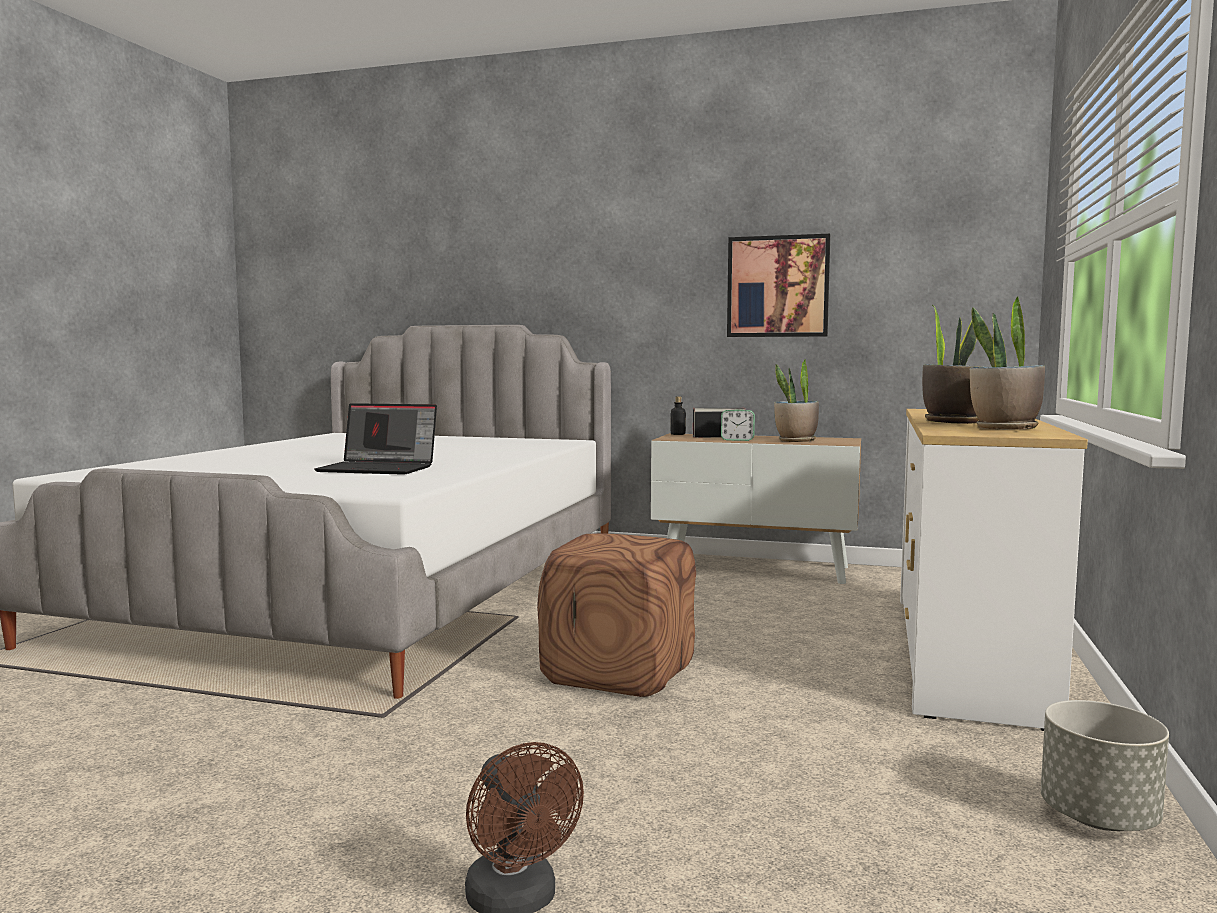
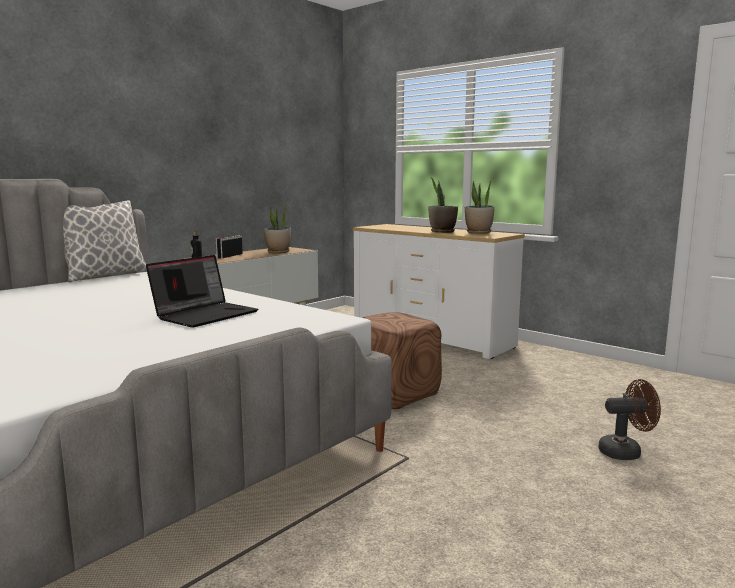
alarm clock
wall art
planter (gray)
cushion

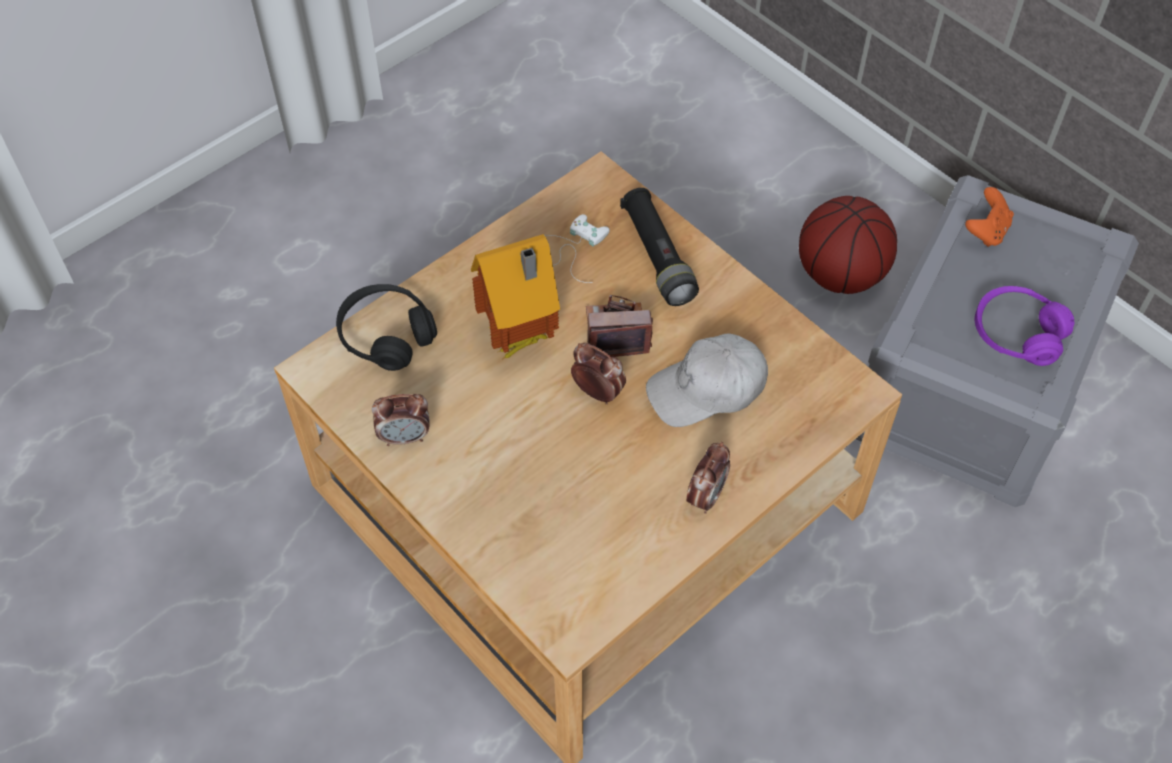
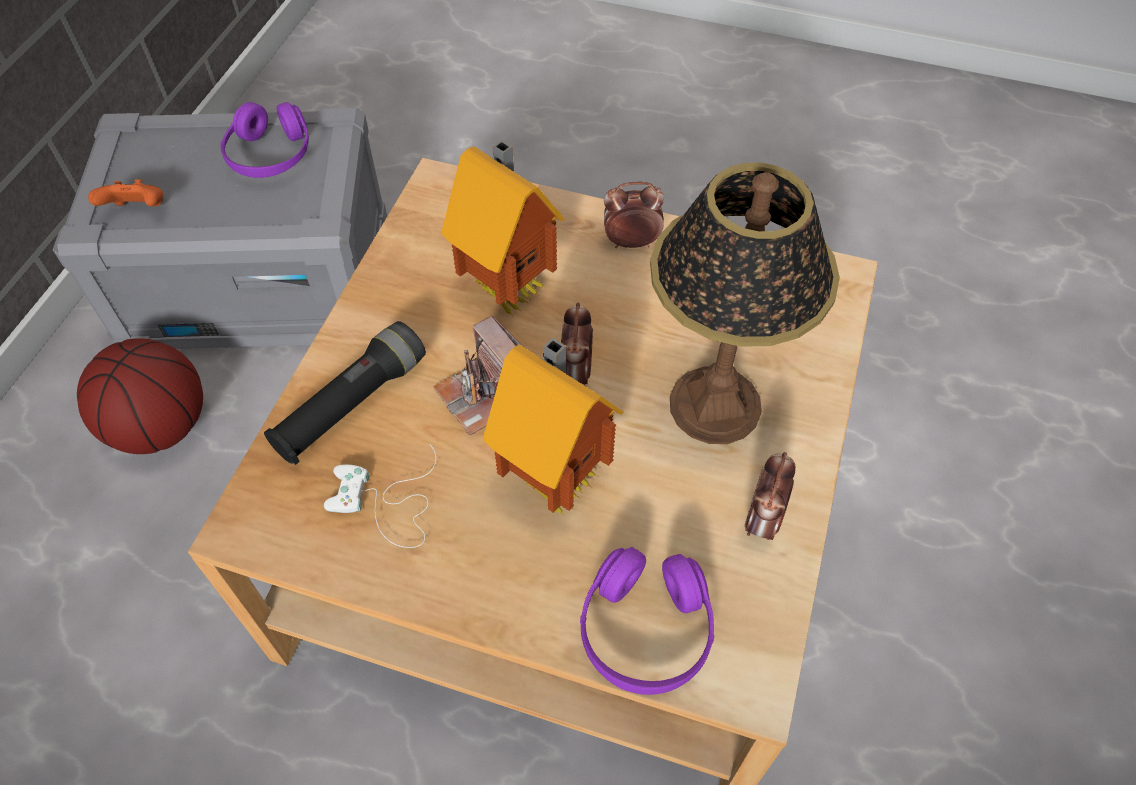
pair of headphones (purple) (no. 2 from left)
alarm clock (no. 3 from left)
toy house (no. 1 from left)
table lamp

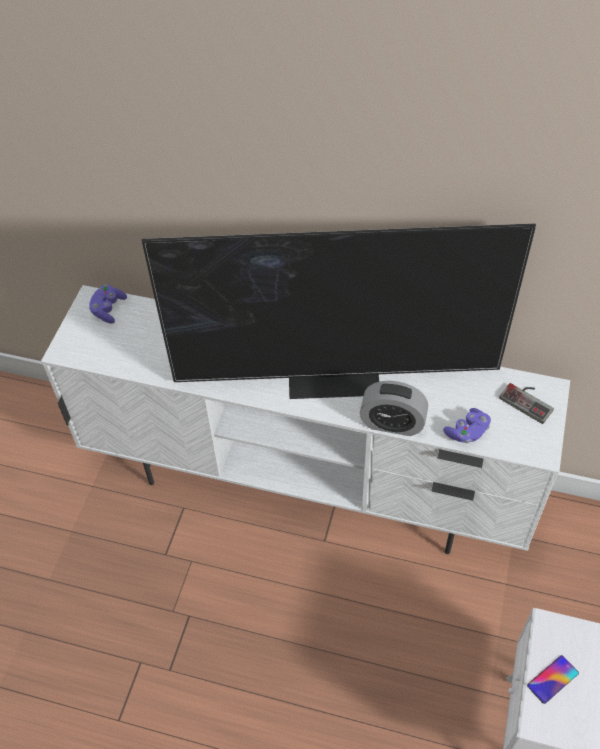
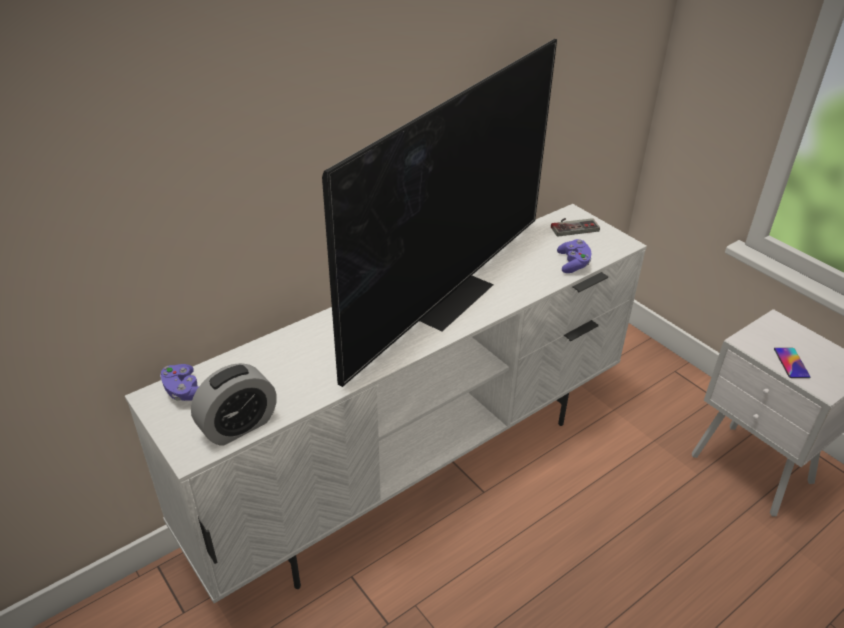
alarm clock

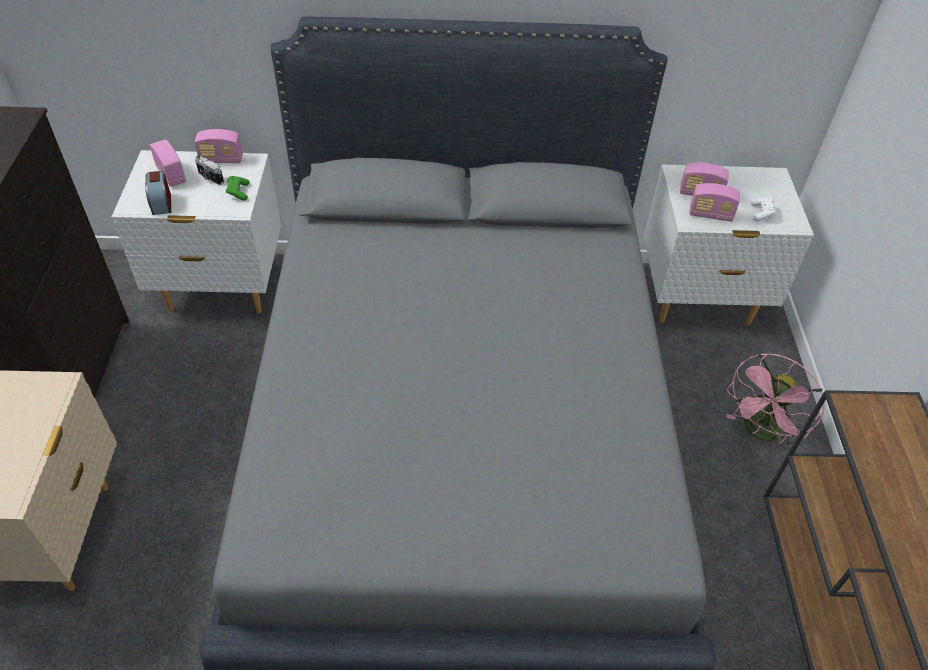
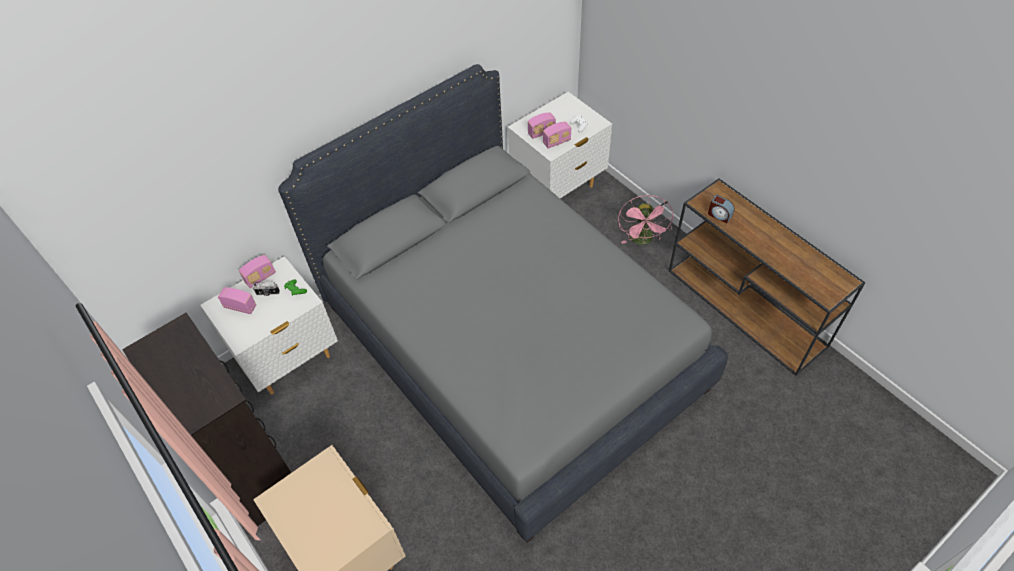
alarm clock

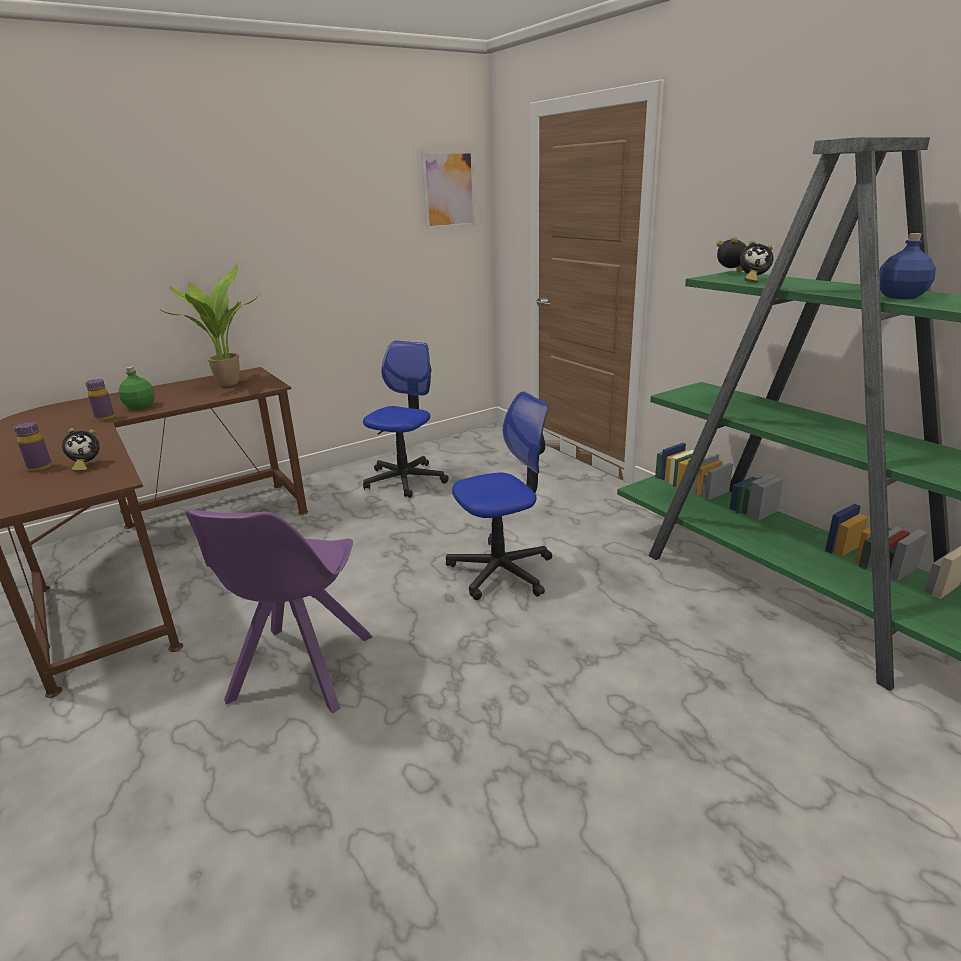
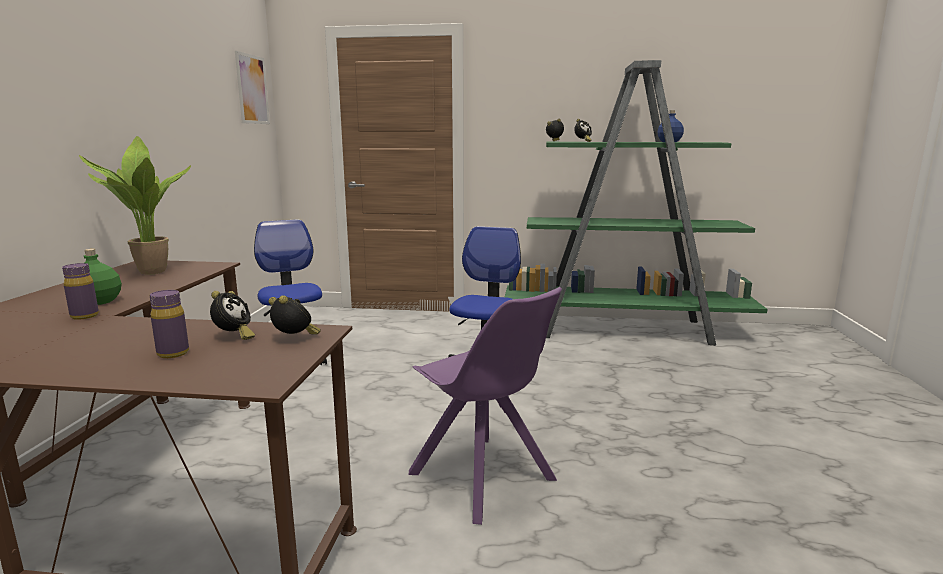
alarm clock (no. 2 from left)

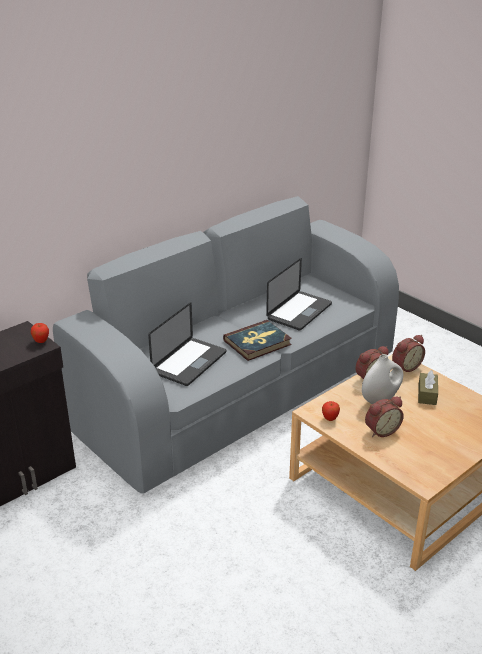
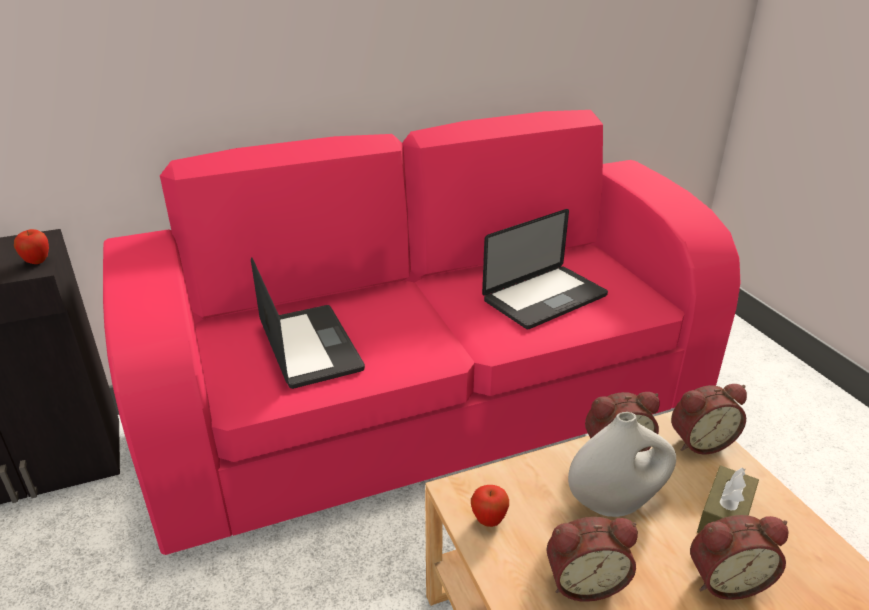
couch (pink-coloured)
portable computer (no. 1 from left)
volume
alarm clock (no. 4 from left)

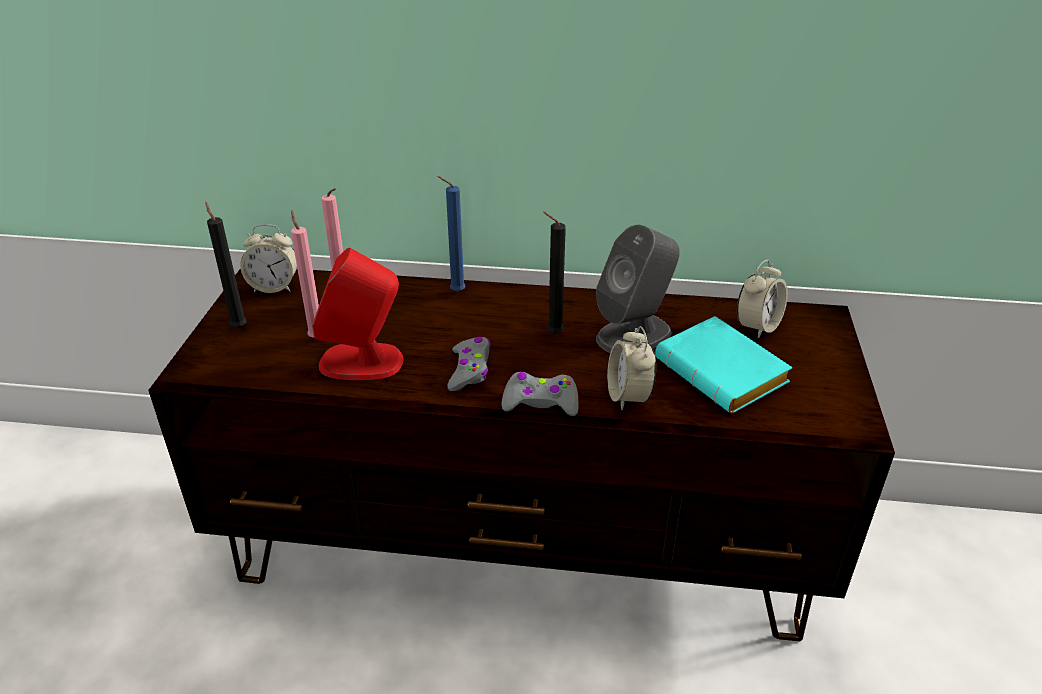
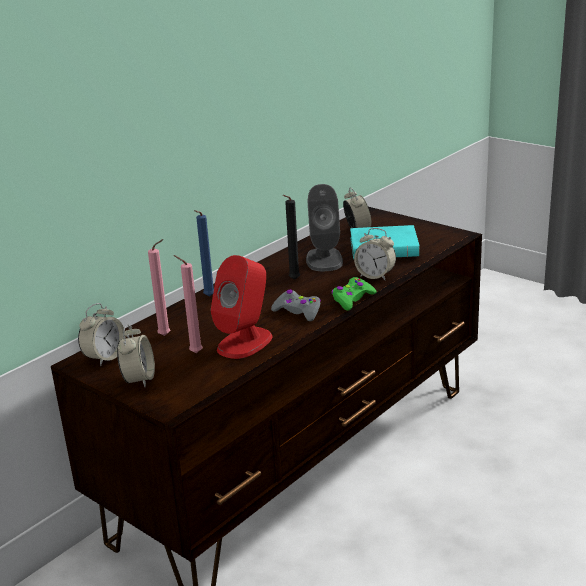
alarm clock (no. 2 from left)
joypad (green)

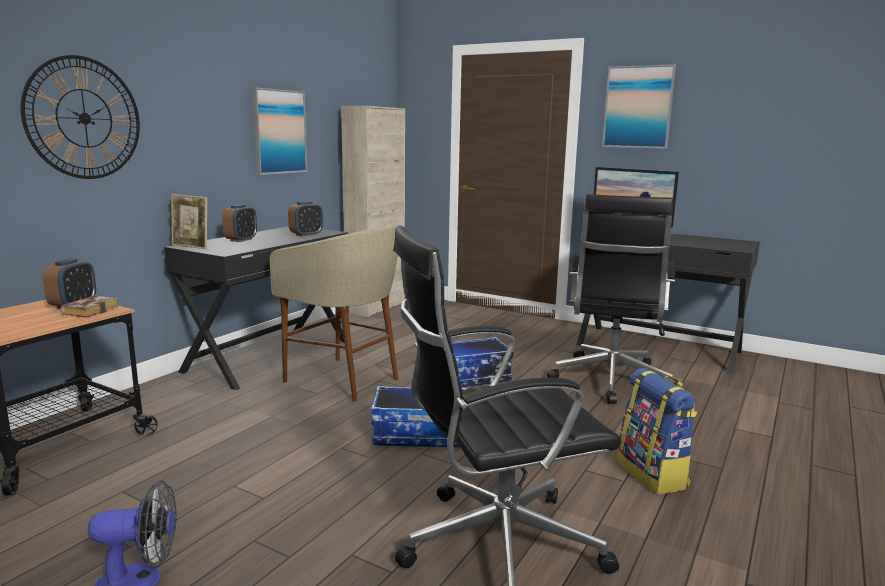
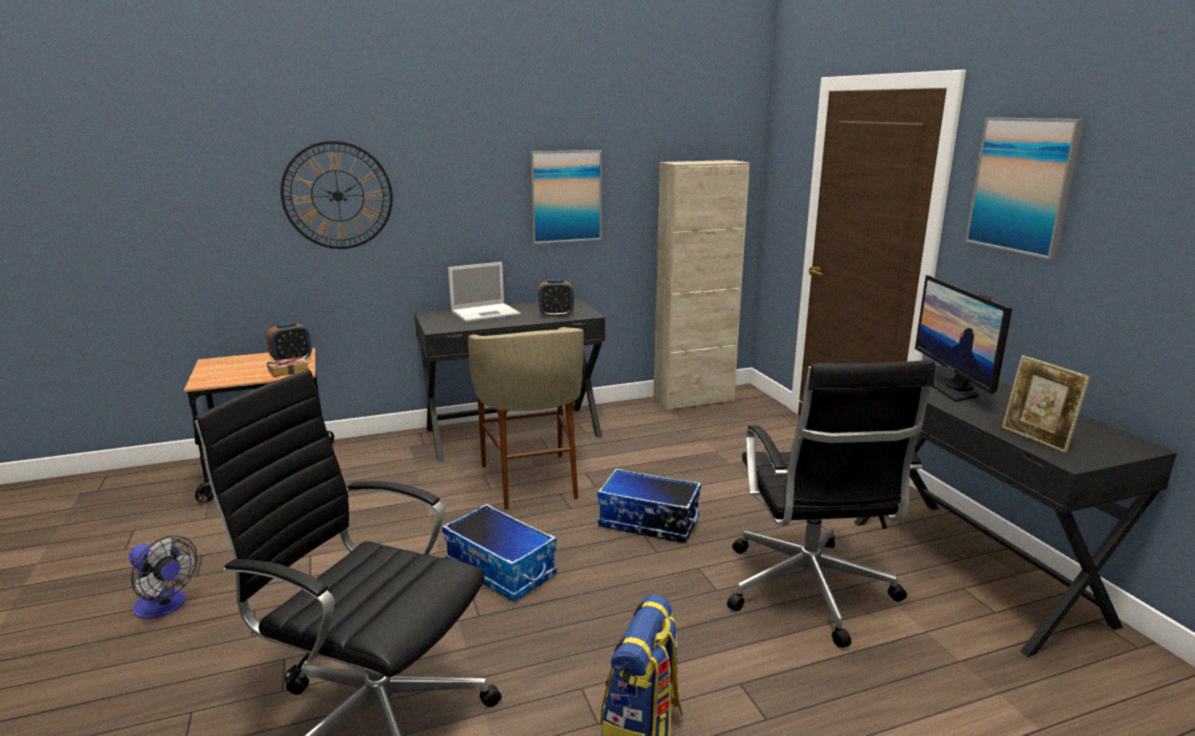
standing frame
portable computer
computer chair (blackish) (no. 2 from left)

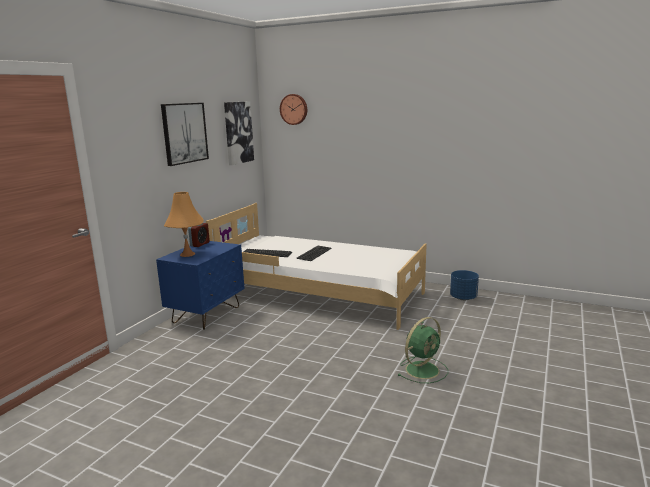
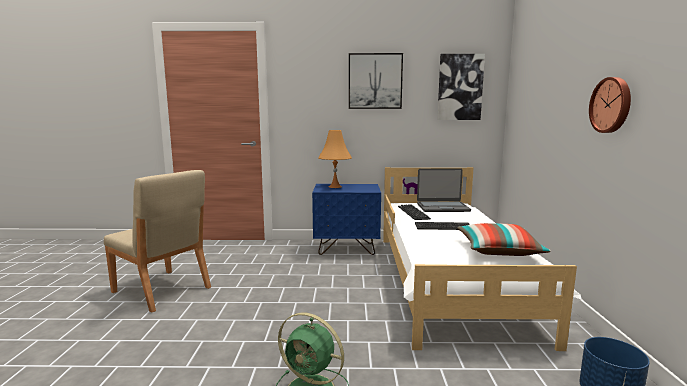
alarm clock
hanging clock
plain chair (beige-coloured)
portable computer
cushion

